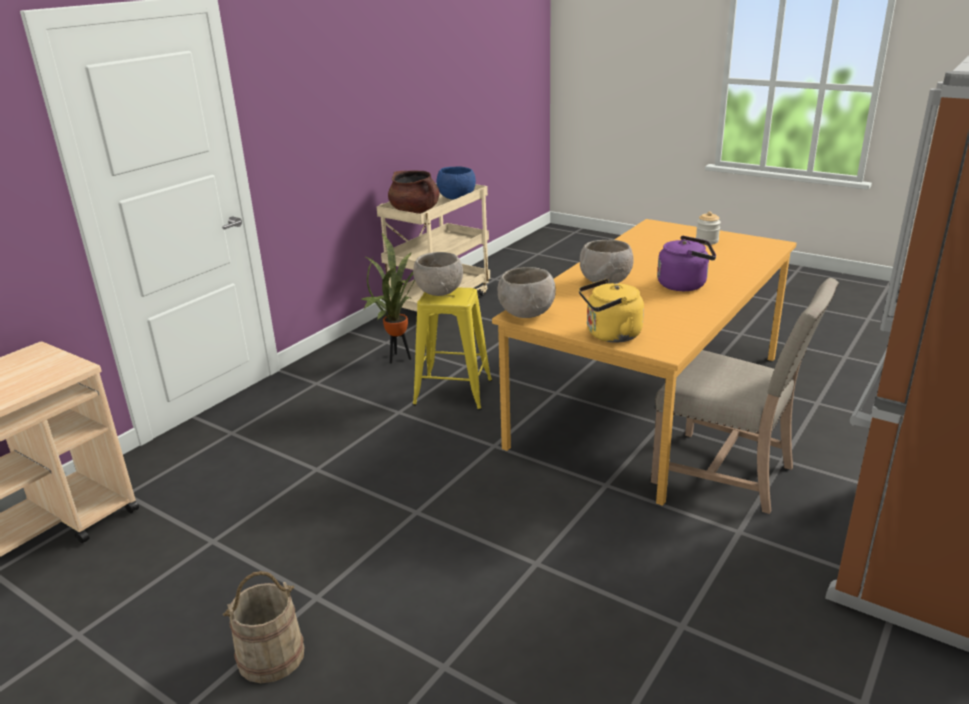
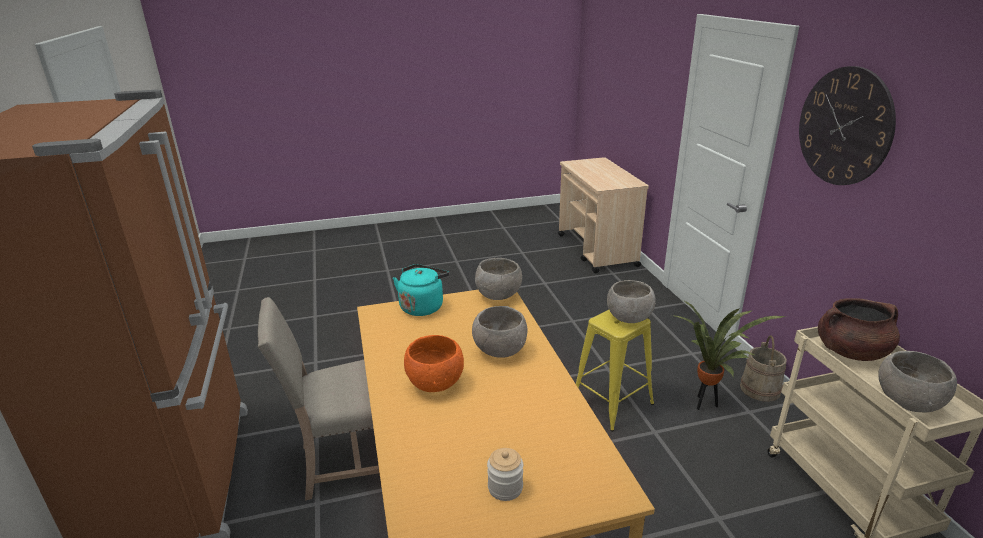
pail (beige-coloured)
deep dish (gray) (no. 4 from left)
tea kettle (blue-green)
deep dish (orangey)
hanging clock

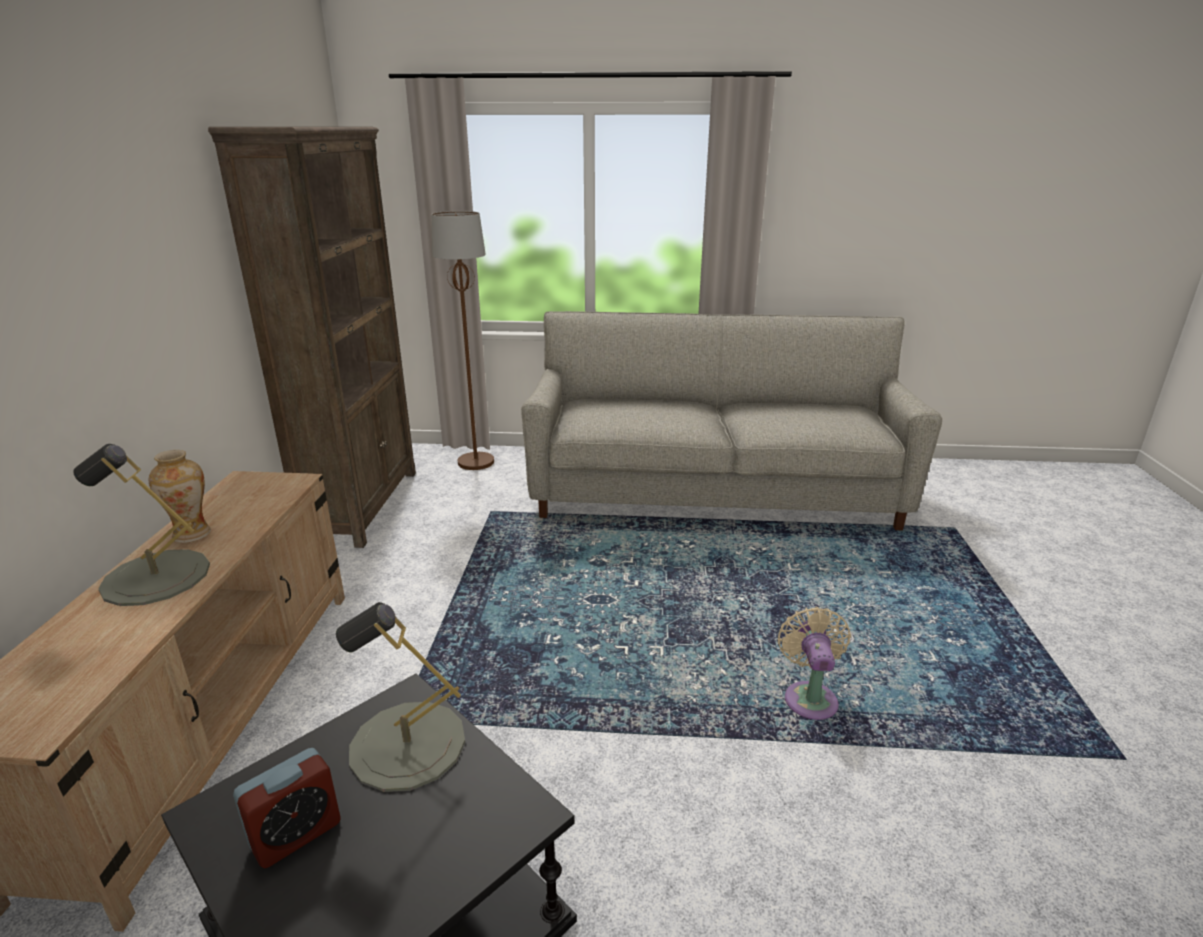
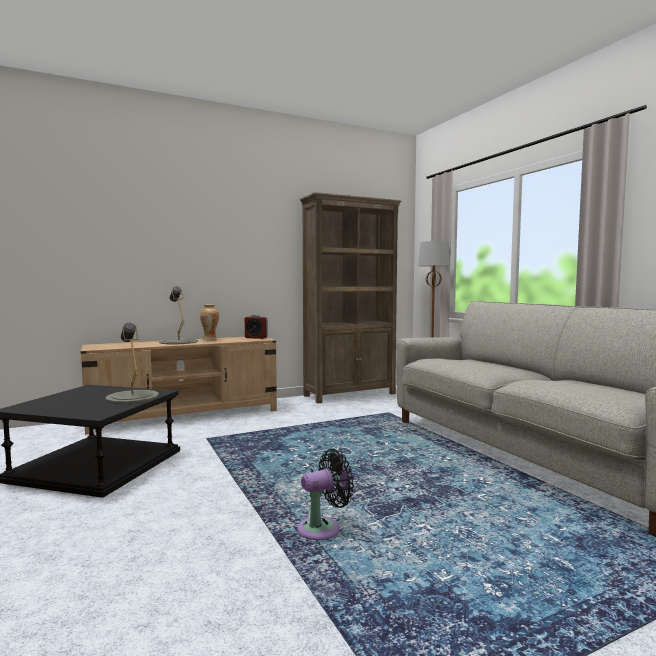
alarm clock
cooling fan (blackish)

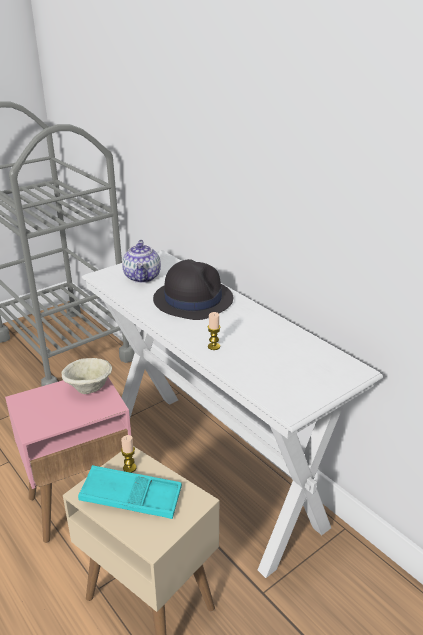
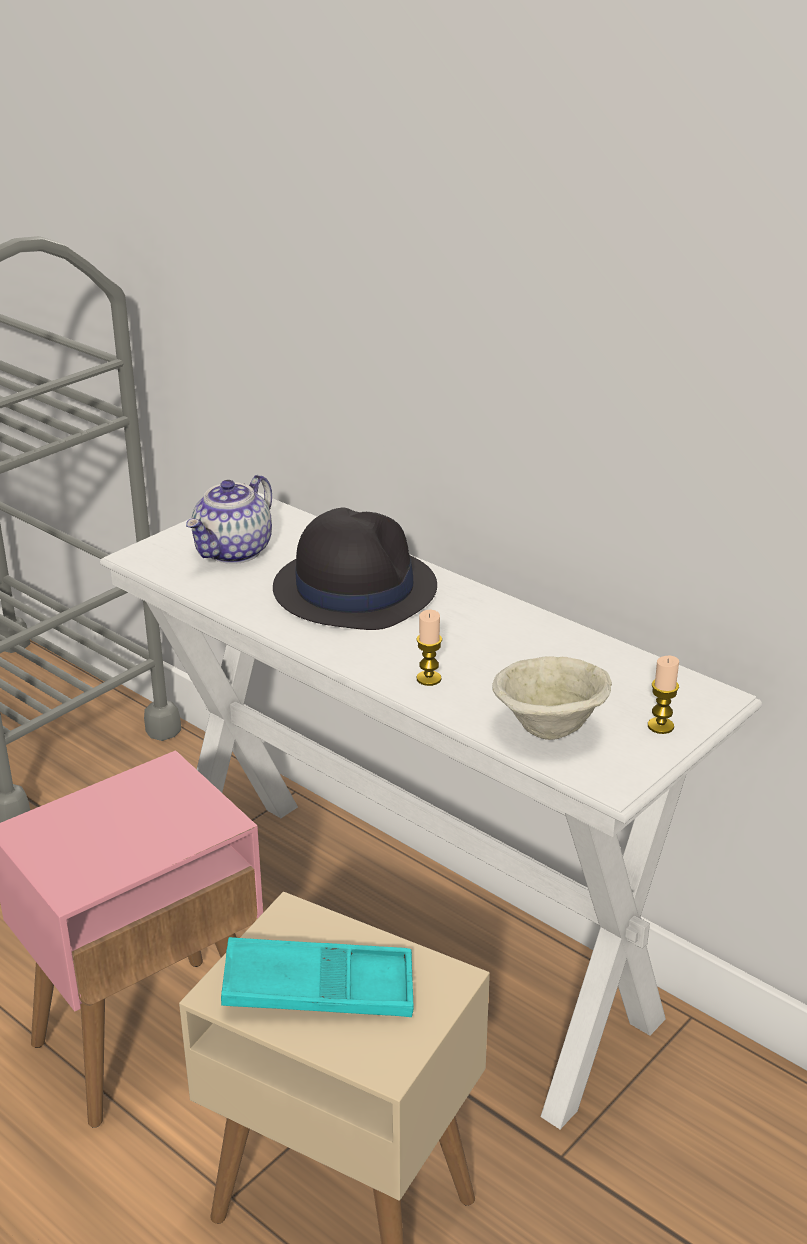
deep dish (beige-coloured)
wax candle (no. 2 from left)
pot for tea

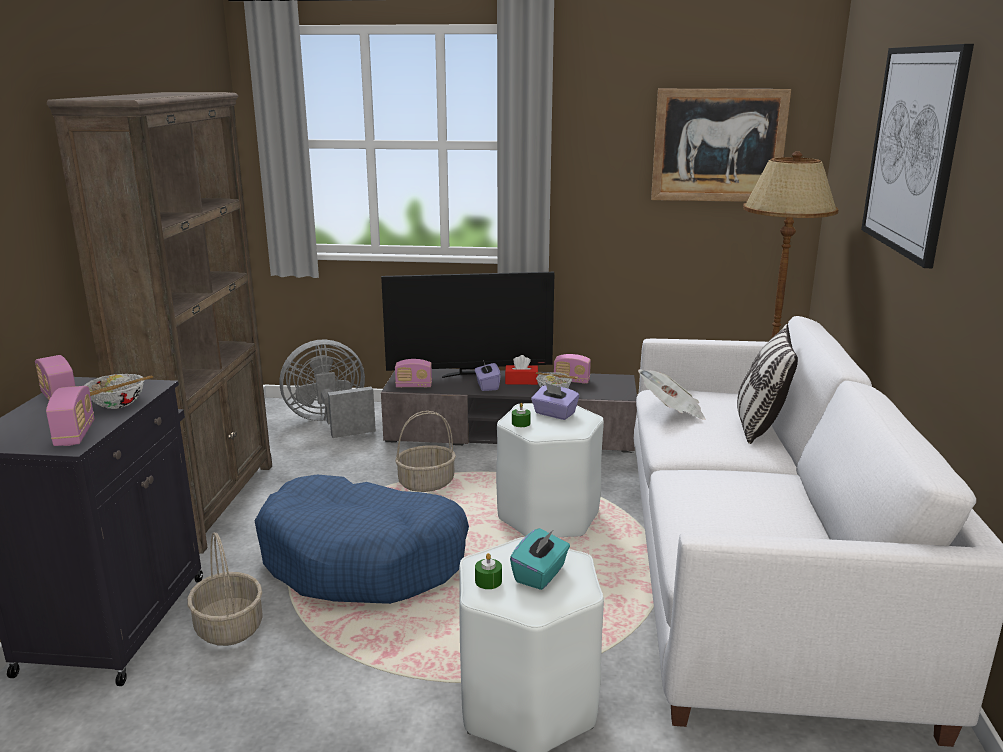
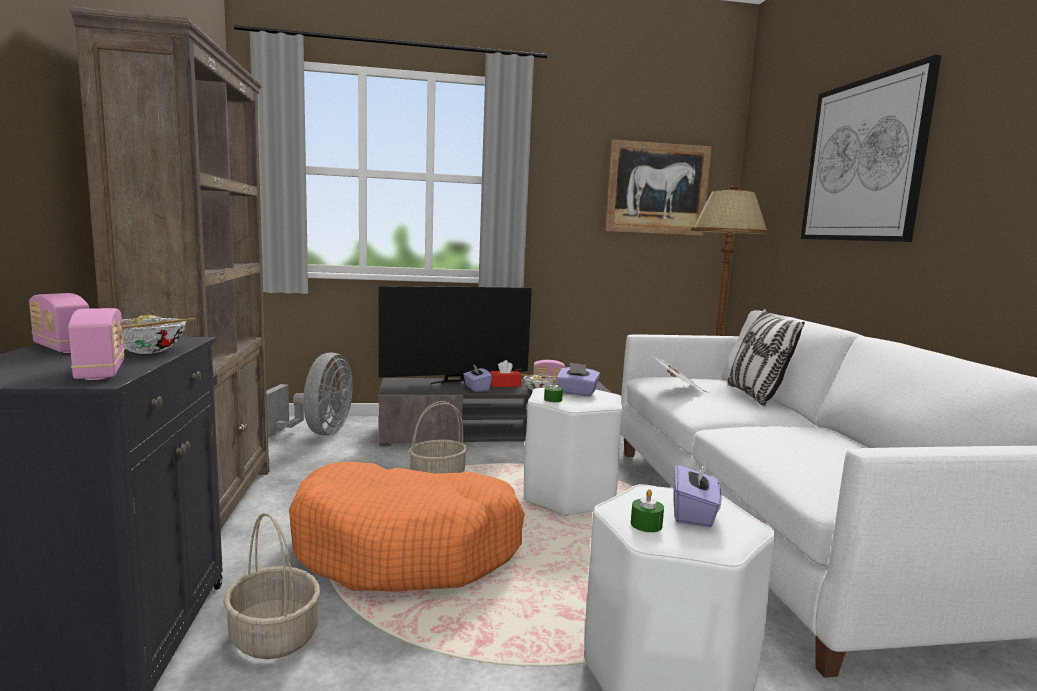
dog bed (orangey)
cooling fan (gray)
radio receiver (no. 3 from left in the first image)
tissue box (purple) (no. 3 from left)

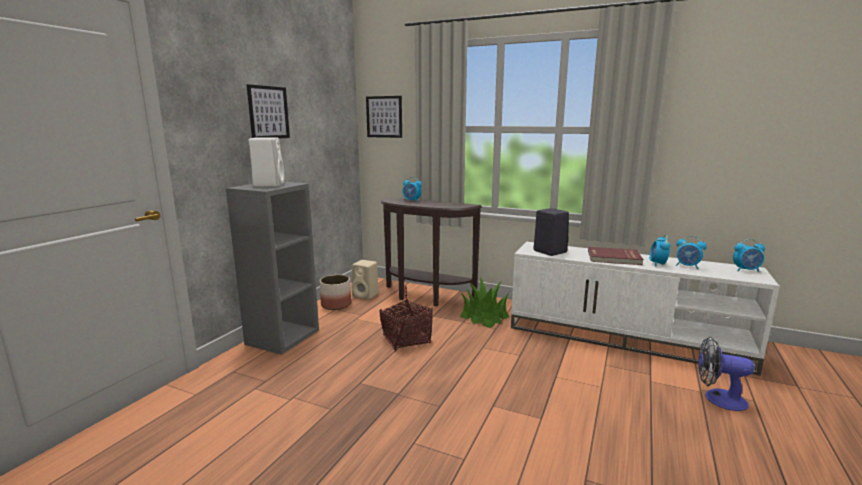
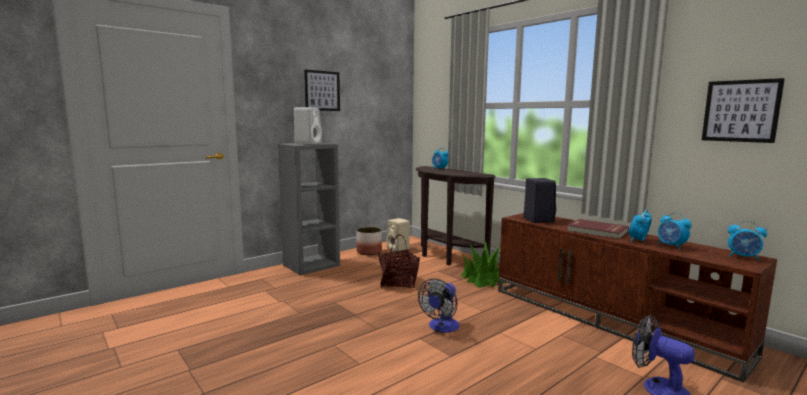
wall art (no. 2 from left)
media console (brownish)
cooling fan (no. 1 from left)

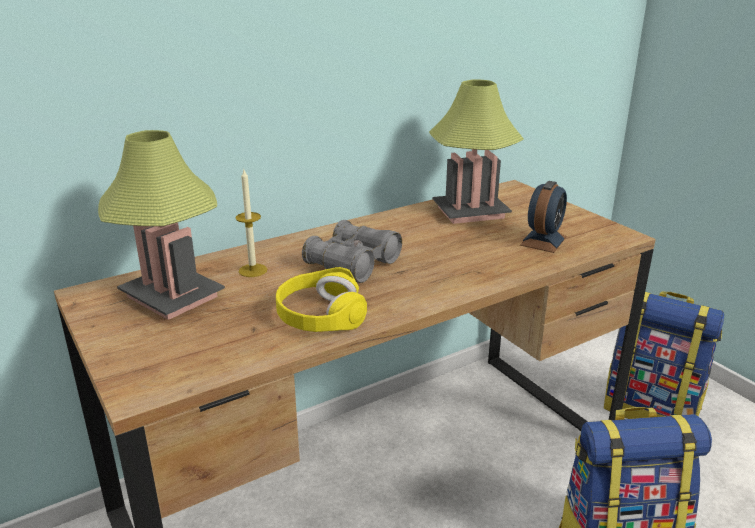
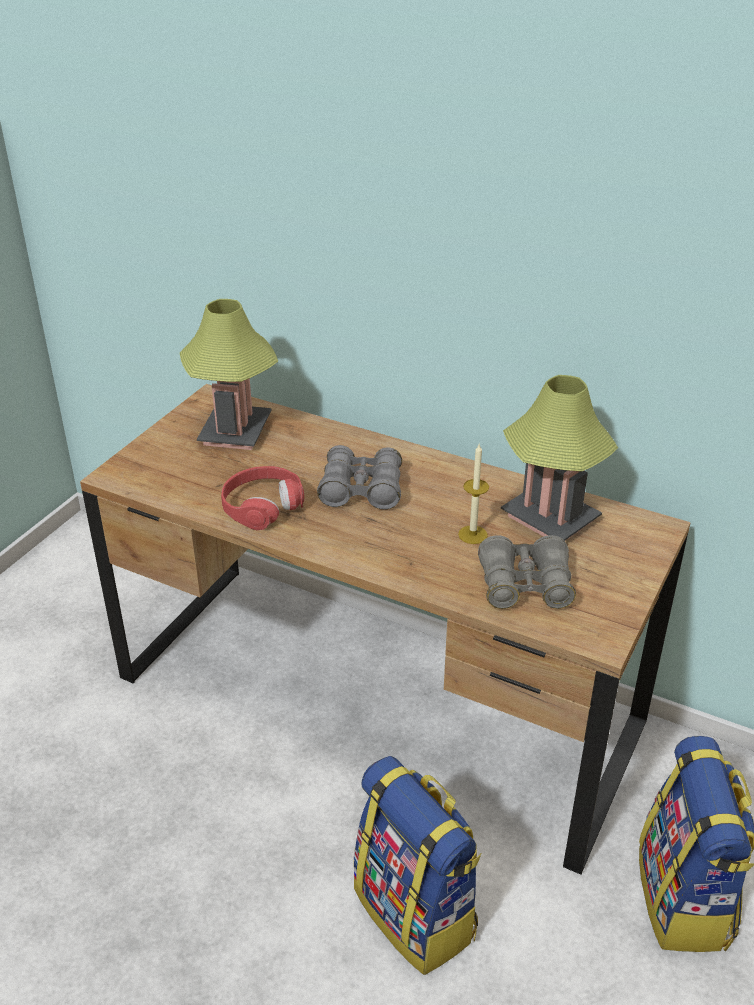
wax candle
pair of headphones (red-coloured)
binoculars (gray) (no. 2 from left)

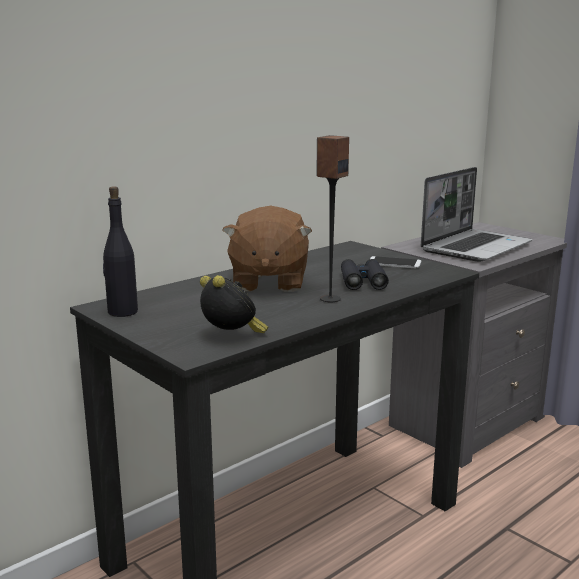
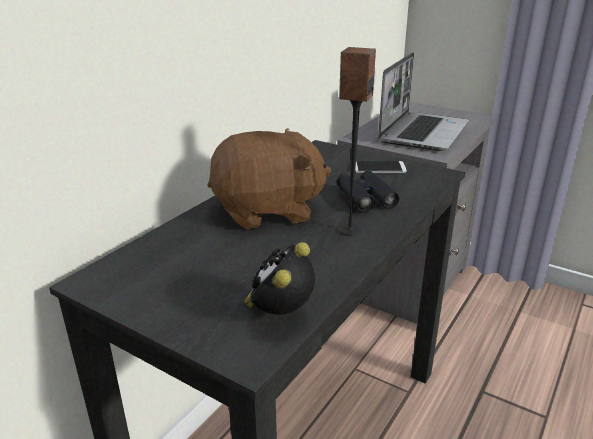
beverage bottle (blackish)
alarm clock
cuddly toy (brownish)

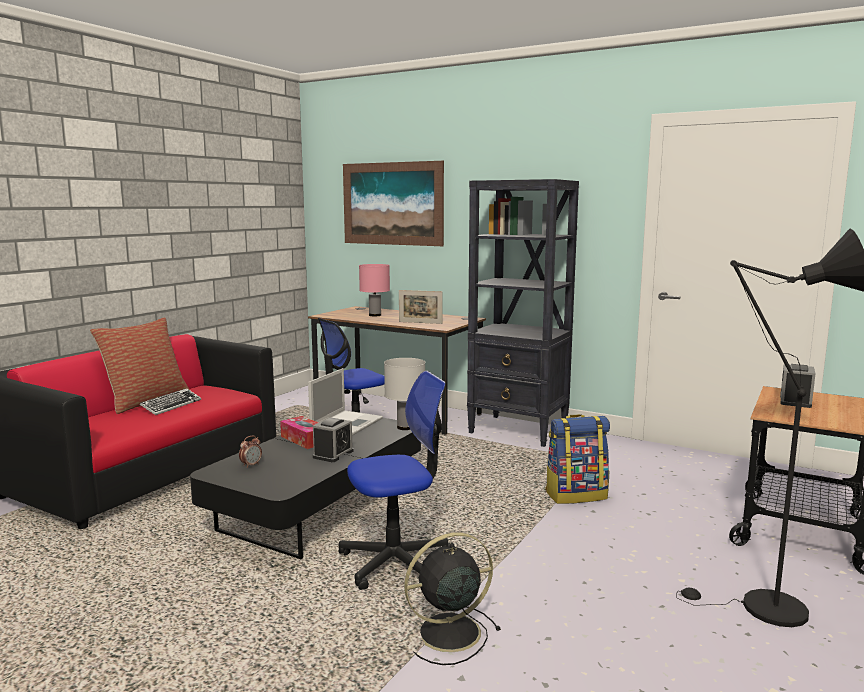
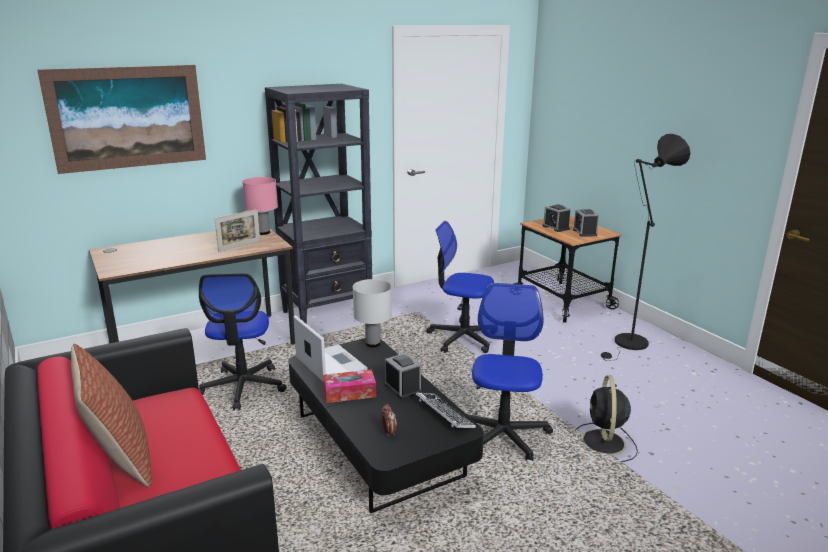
PC keyboard
table lamp (pink-coloured)
computer chair (no. 2 from left)
alarm clock (no. 4 from left)

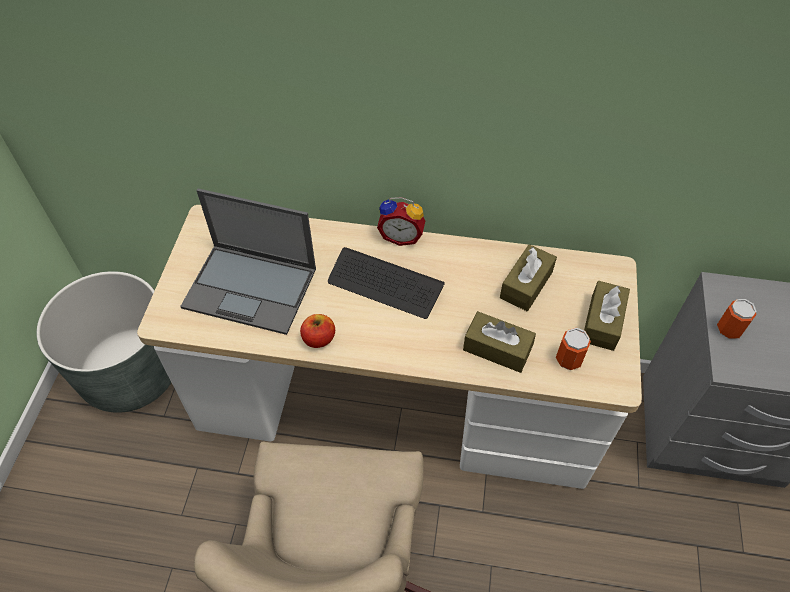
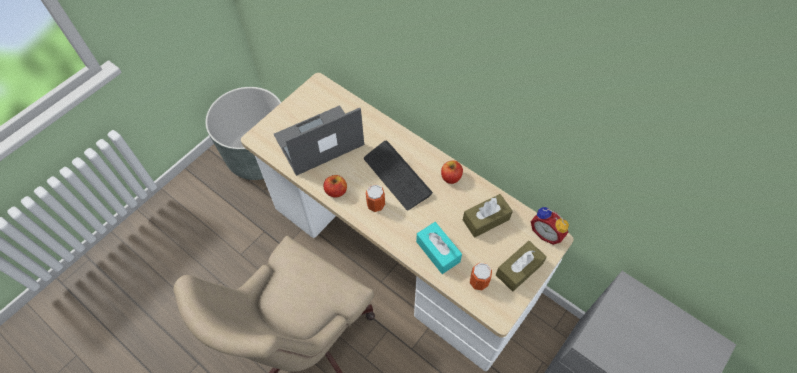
portable computer
alarm clock
tissue box (blue-green)
metal can (no. 1 from left)
apple fruit (no. 2 from left)

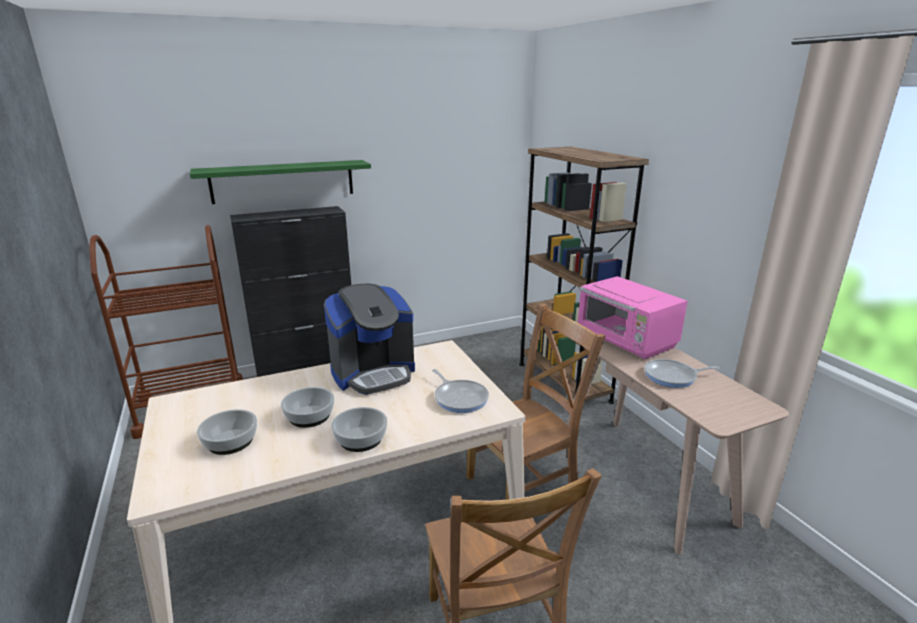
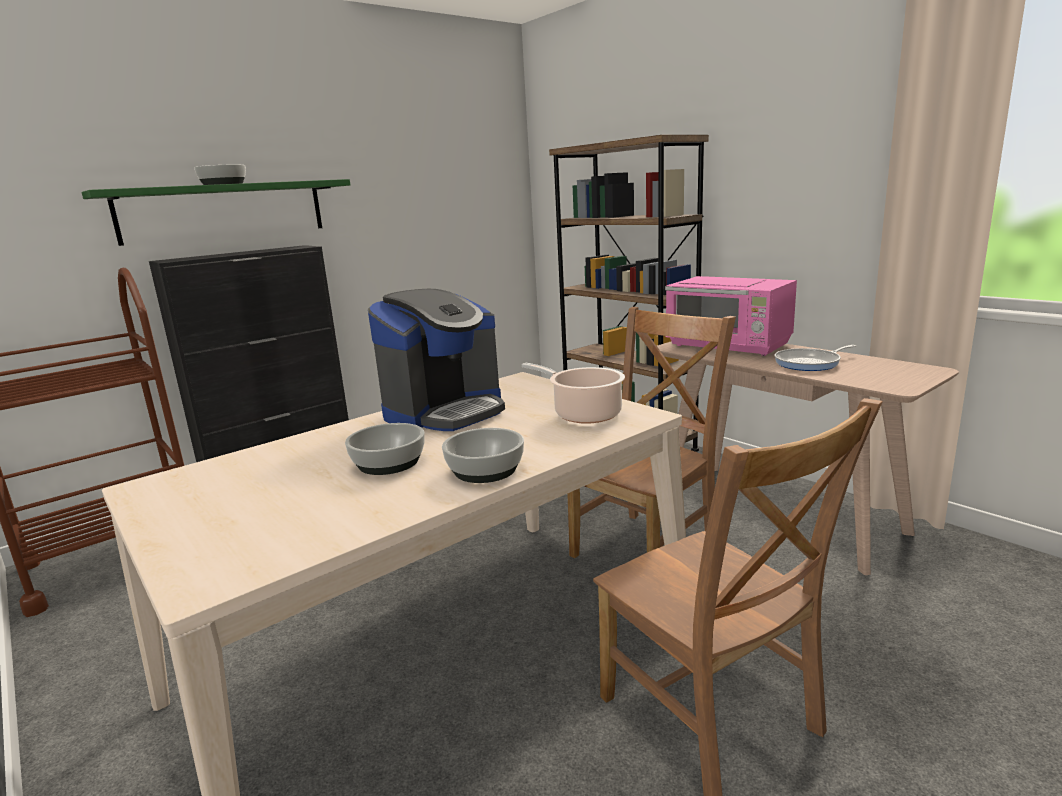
deep dish (no. 1 from left)
saucepot

